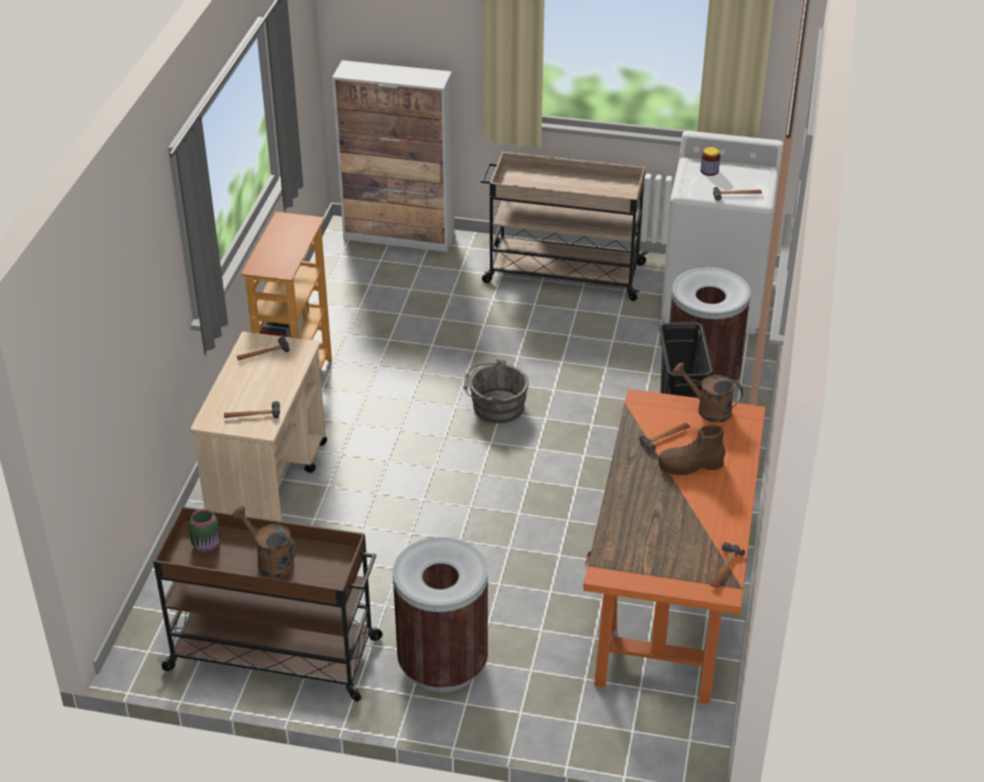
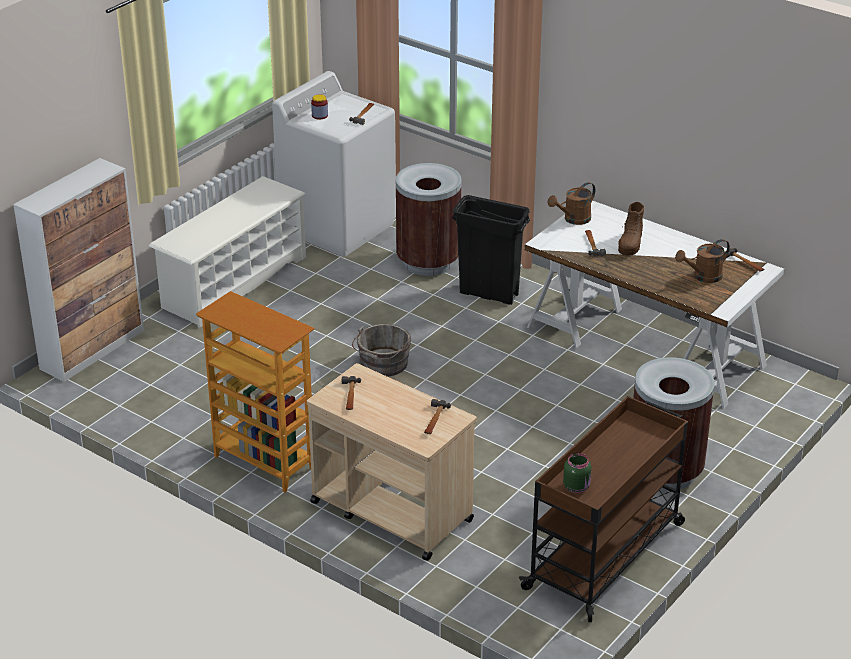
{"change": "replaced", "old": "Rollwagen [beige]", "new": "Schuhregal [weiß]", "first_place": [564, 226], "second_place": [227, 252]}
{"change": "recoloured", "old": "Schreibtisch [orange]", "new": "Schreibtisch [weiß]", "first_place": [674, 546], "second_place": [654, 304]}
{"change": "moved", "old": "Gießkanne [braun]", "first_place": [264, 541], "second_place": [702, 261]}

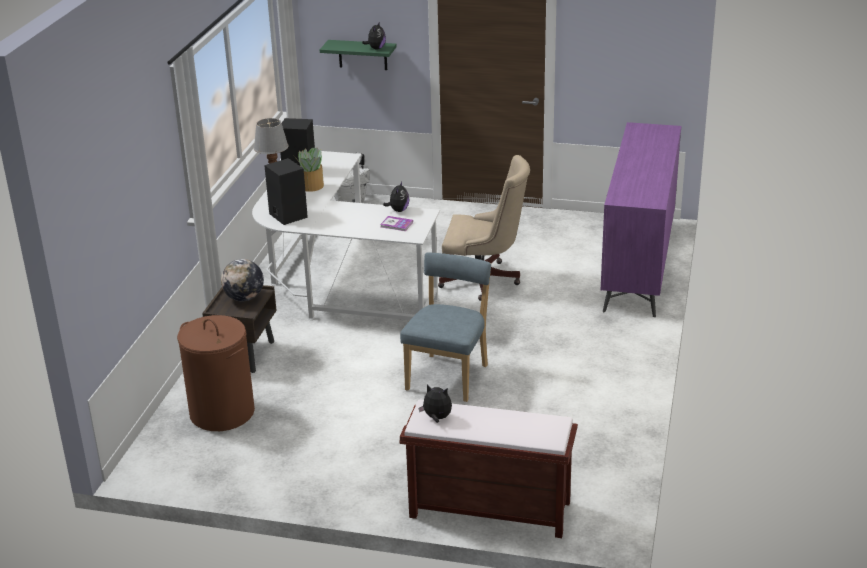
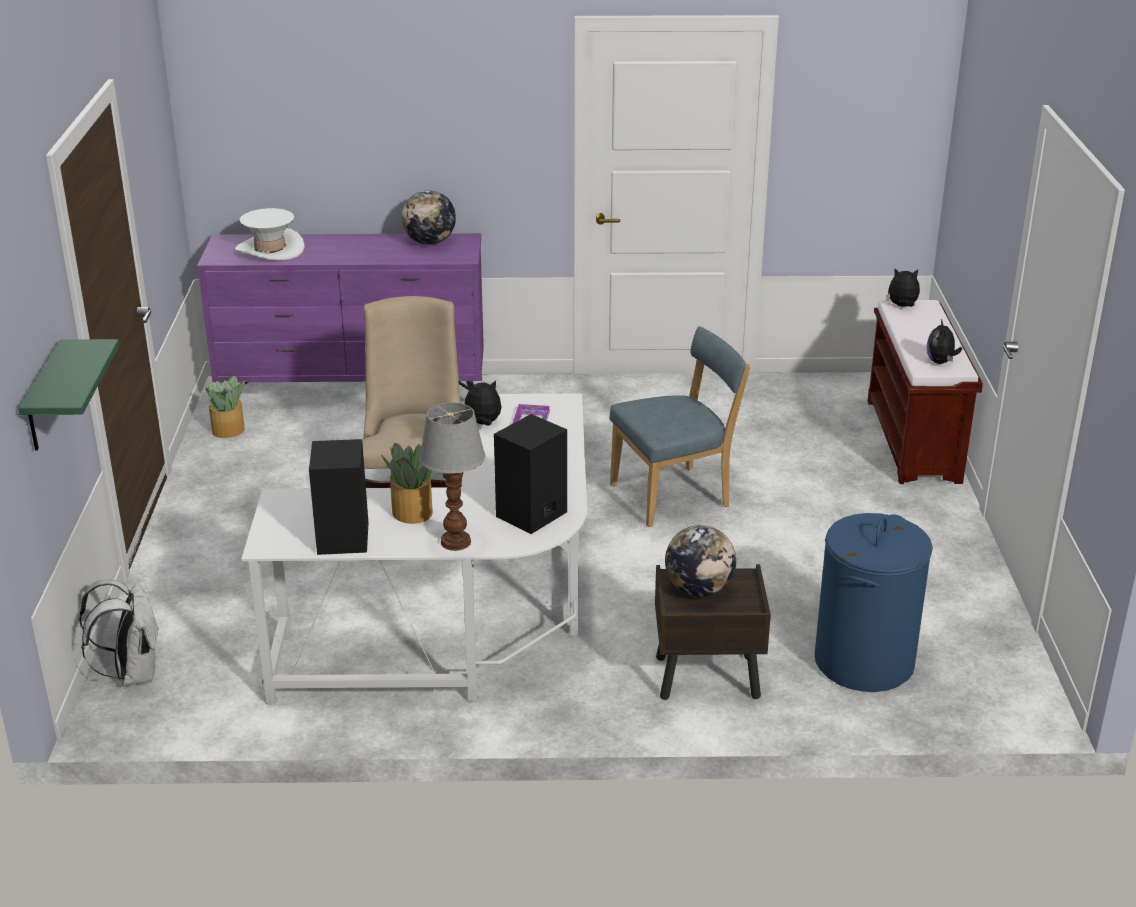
{"change": "moved", "old": "Plüschtier", "first_place": [374, 35], "second_place": [903, 288]}
{"change": "turned", "old": "Stuhl [blau]", "first_place": [445, 327], "second_place": [679, 426], "degrees": 150}
{"change": "recoloured", "old": "Wäschekorb [braun]", "new": "Wäschekorb [blau]", "first_place": [216, 373], "second_place": [874, 602]}
{"change": "added", "new": "Globus", "second_place": [429, 217]}
{"change": "added", "new": "Hut [weiß]", "second_place": [270, 234]}
{"change": "added", "new": "Topfpflanze", "second_place": [225, 407]}

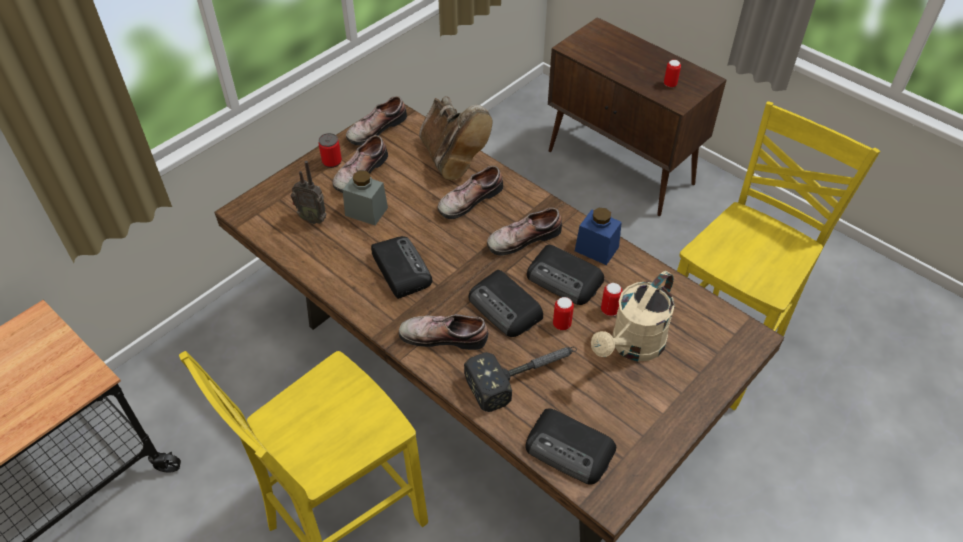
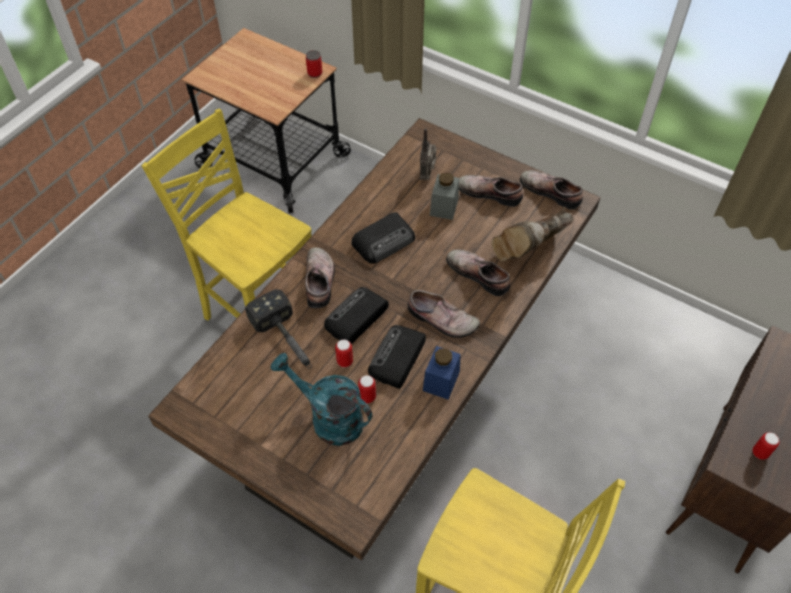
{"change": "moved", "old": "Dose", "first_place": [330, 150], "second_place": [314, 64]}
{"change": "turned", "old": "Schuh", "first_place": [524, 231], "second_place": [444, 314], "degrees": 150}
{"change": "recoloured", "old": "Gießkanne [beige]", "new": "Gießkanne [türkis]", "first_place": [633, 316], "second_place": [321, 399]}
{"change": "removed", "old": "Radio", "first_place": [571, 446]}

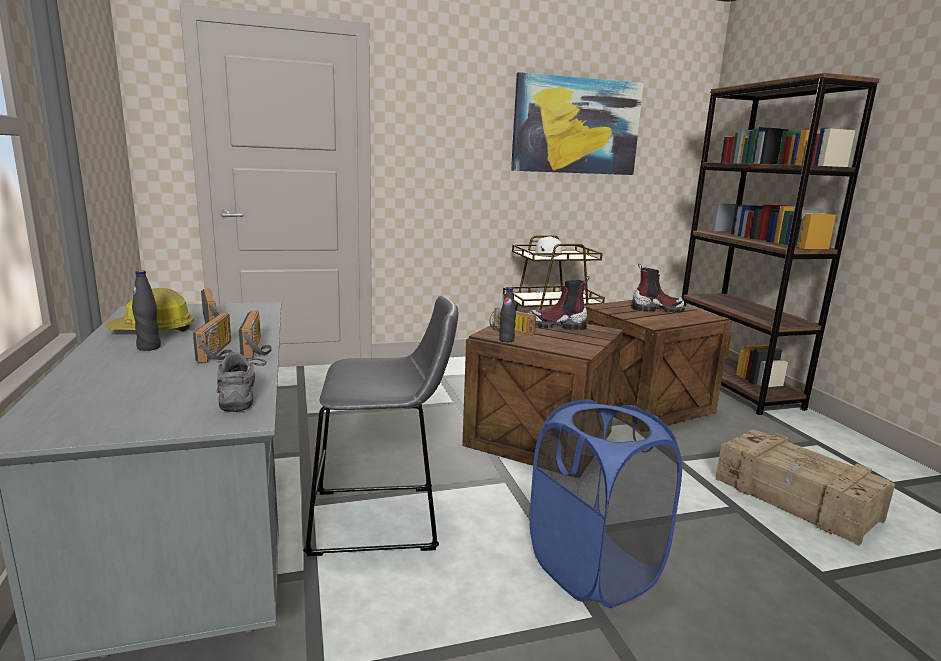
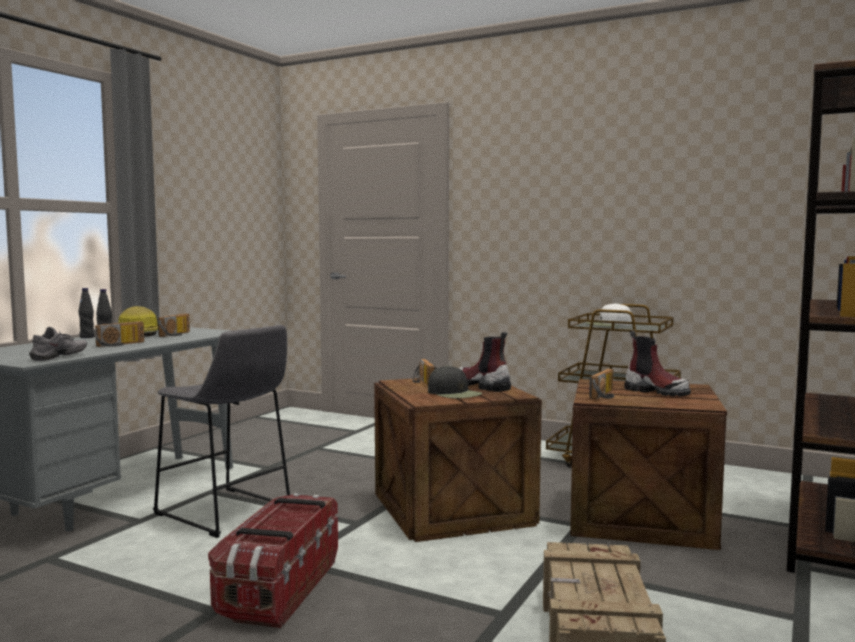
{"change": "removed", "old": "Bild", "first_place": [577, 123]}
{"change": "moved", "old": "Flasche [schwarz]", "first_place": [507, 315], "second_place": [86, 313]}
{"change": "moved", "old": "Radio", "first_place": [255, 335], "second_place": [601, 384]}
{"change": "replaced", "old": "Wäschekorb [blau]", "new": "Aufbewahrungsbox", "first_place": [605, 503], "second_place": [273, 560]}
{"change": "added", "new": "Kappe [schwarz]", "second_place": [455, 382]}

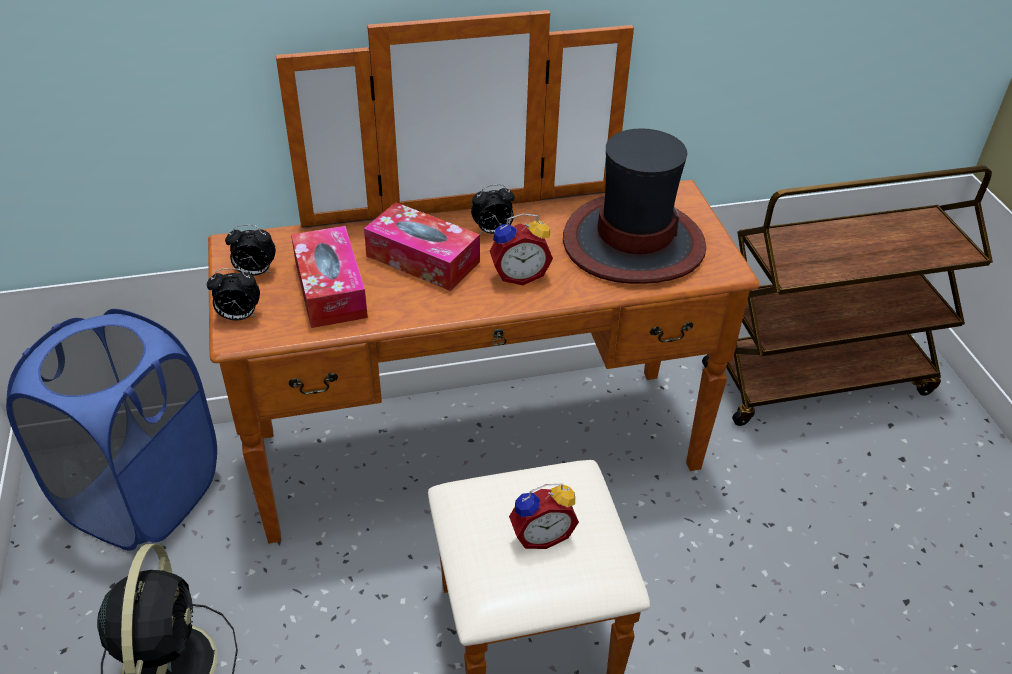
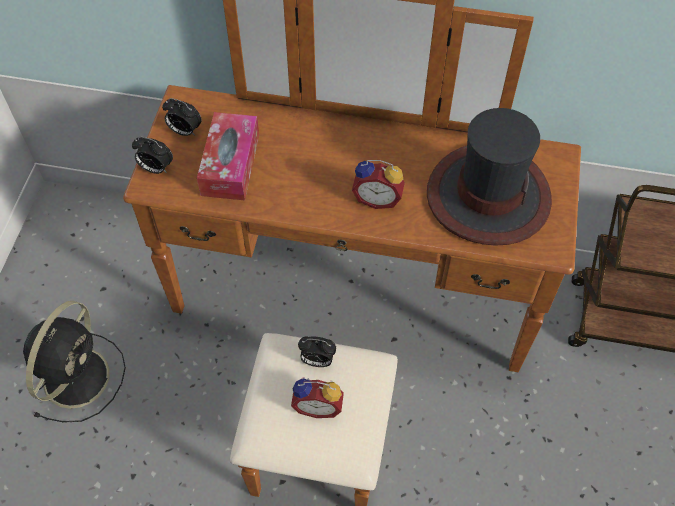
{"change": "moved", "old": "Wecker", "first_place": [493, 209], "second_place": [317, 351]}
{"change": "removed", "old": "Taschentuchbox", "first_place": [422, 246]}
{"change": "removed", "old": "Wäschekorb [blau]", "first_place": [111, 430]}

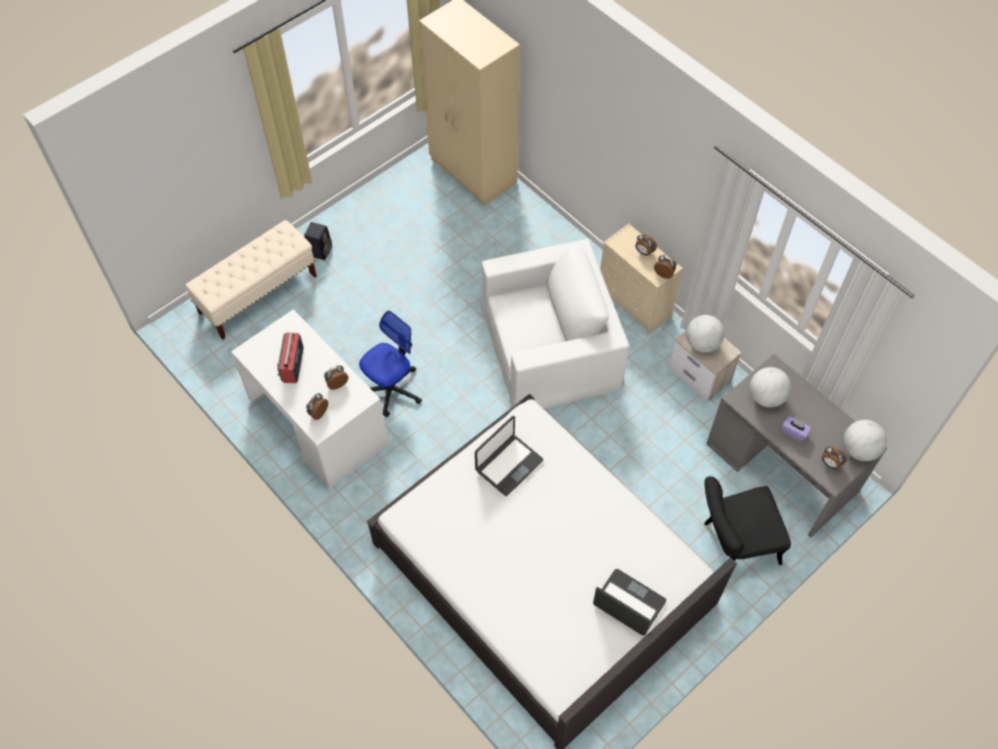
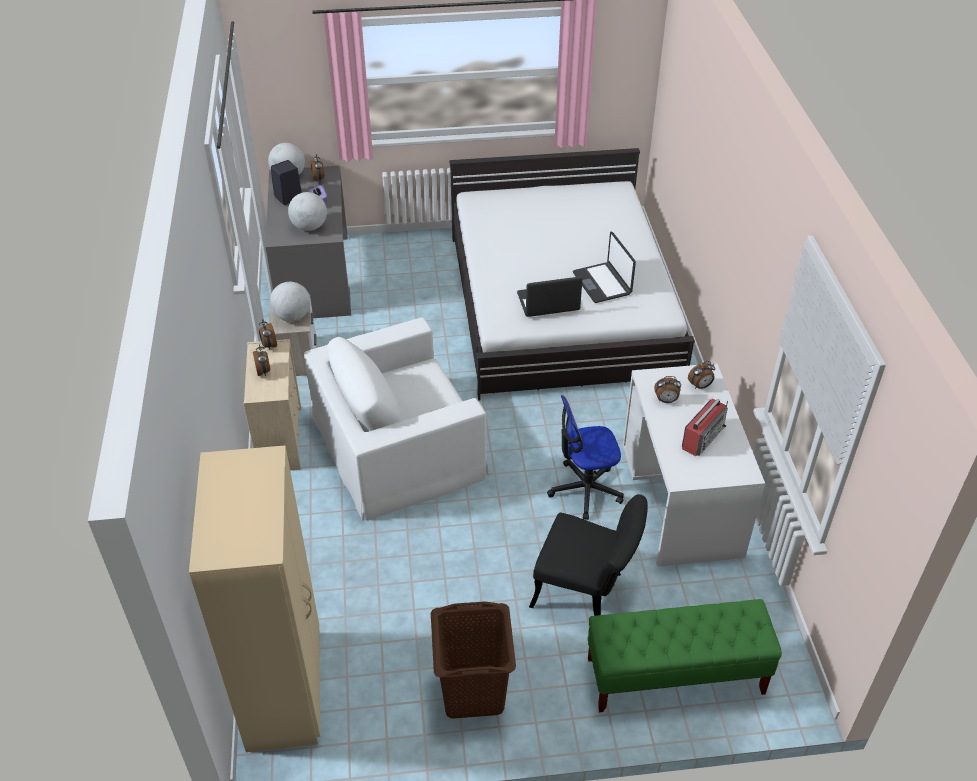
{"change": "recoloured", "old": "Bank [beige]", "new": "Bank [grün]", "first_place": [251, 280], "second_place": [684, 655]}
{"change": "moved", "old": "Lautsprecher [schwarz]", "first_place": [318, 241], "second_place": [286, 182]}
{"change": "turned", "old": "Sessel [weiß]", "first_place": [555, 323], "second_place": [396, 419], "degrees": -45}
{"change": "moved", "old": "Stuhl [schwarz]", "first_place": [747, 520], "second_place": [588, 555]}
{"change": "moved", "old": "Laptop", "first_place": [629, 602], "second_place": [604, 267]}
{"change": "added", "new": "Wäschekorb [braun]", "second_place": [473, 660]}

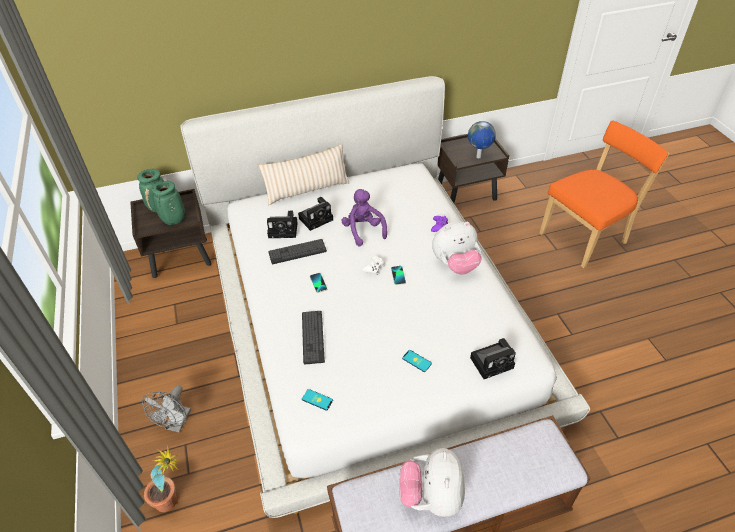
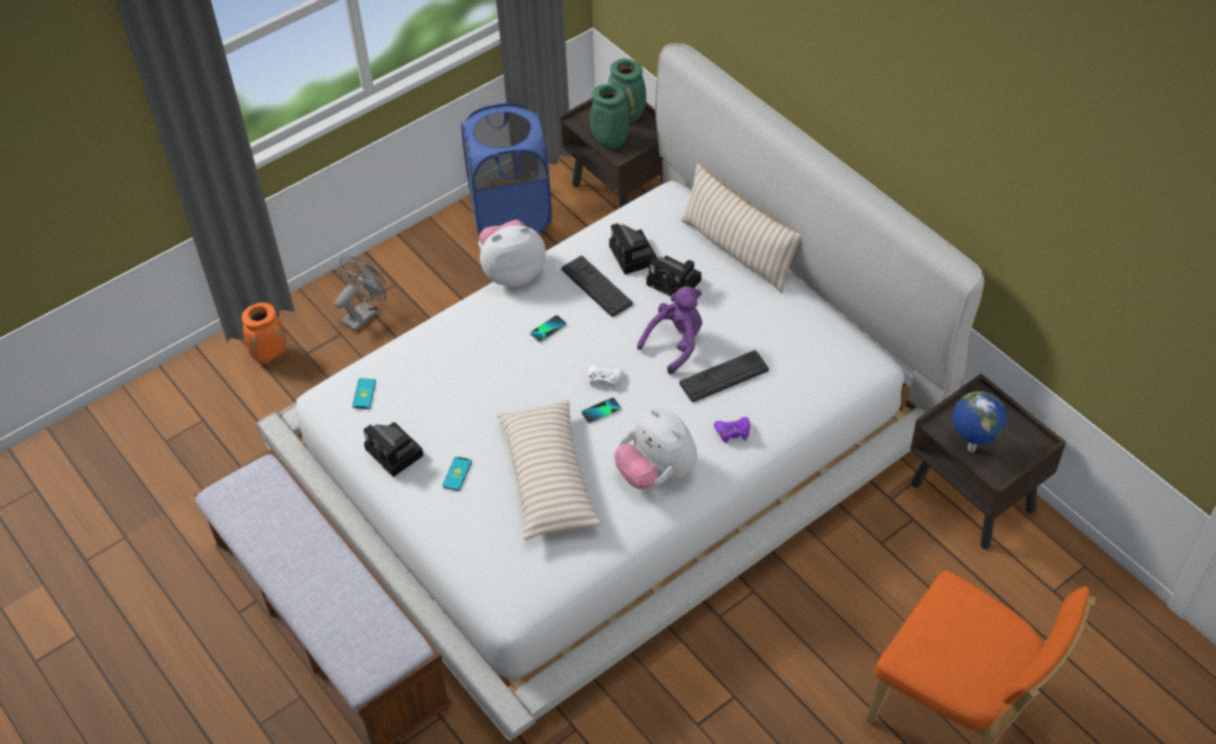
{"change": "moved", "old": "Tastatur", "first_place": [313, 338], "second_place": [724, 376]}
{"change": "moved", "old": "Kamera", "first_place": [493, 358], "second_place": [393, 449]}
{"change": "turned", "old": "Ventilator [grau]", "first_place": [166, 409], "second_place": [360, 294], "degrees": 135}
{"change": "replaced", "old": "Topfpflanze", "new": "Vase [orange]", "first_place": [161, 479], "second_place": [264, 333]}
{"change": "moved", "old": "Plüschtier", "first_place": [432, 482], "second_place": [512, 253]}
{"change": "added", "new": "Wäschekorb [blau]", "second_place": [506, 169]}
{"change": "added", "new": "Kissen [beige]", "second_place": [548, 470]}

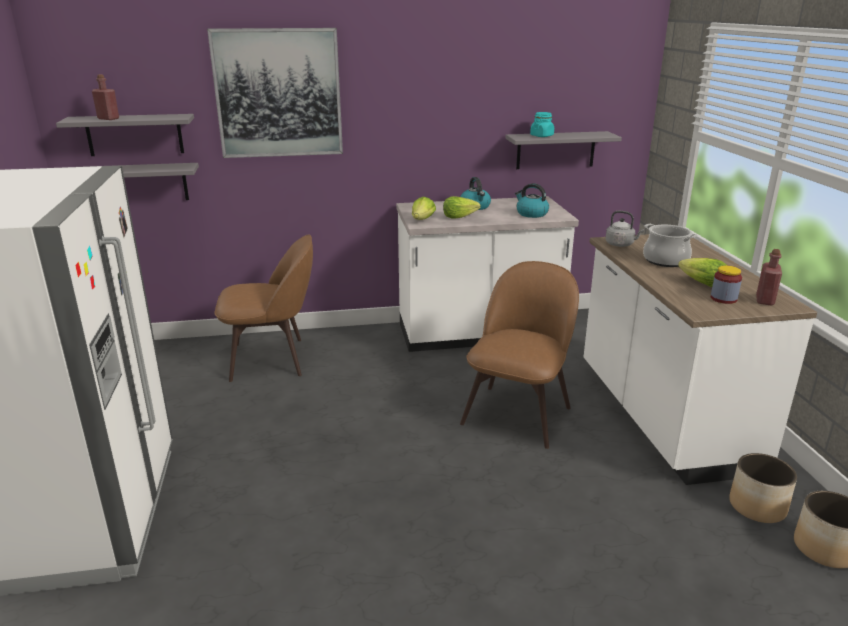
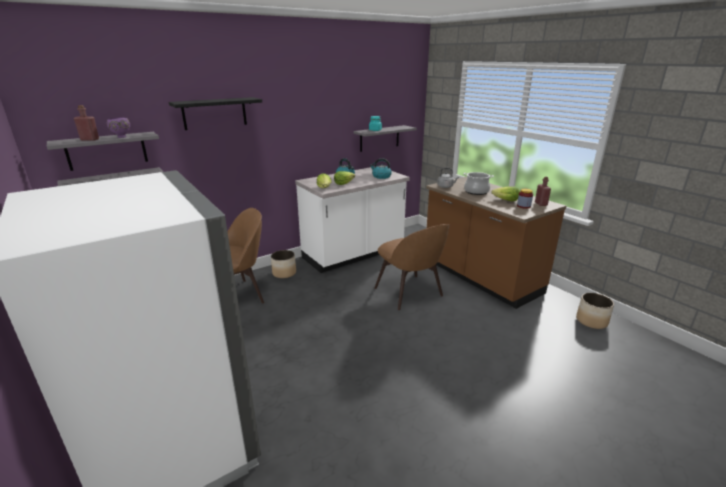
{"change": "replaced", "old": "Bild", "new": "Wandregal [schwarz]", "first_place": [275, 93], "second_place": [215, 113]}
{"change": "recoloured", "old": "Küchenzeile [weiß]", "new": "Küchenzeile [braun]", "first_place": [700, 359], "second_place": [496, 243]}
{"change": "turned", "old": "Stuhl [braun]", "first_place": [519, 355], "second_place": [412, 267], "degrees": 150}
{"change": "moved", "old": "Pflanzkübel", "first_place": [763, 488], "second_place": [283, 264]}
{"change": "added", "new": "Schüssel [lila]", "second_place": [118, 127]}

